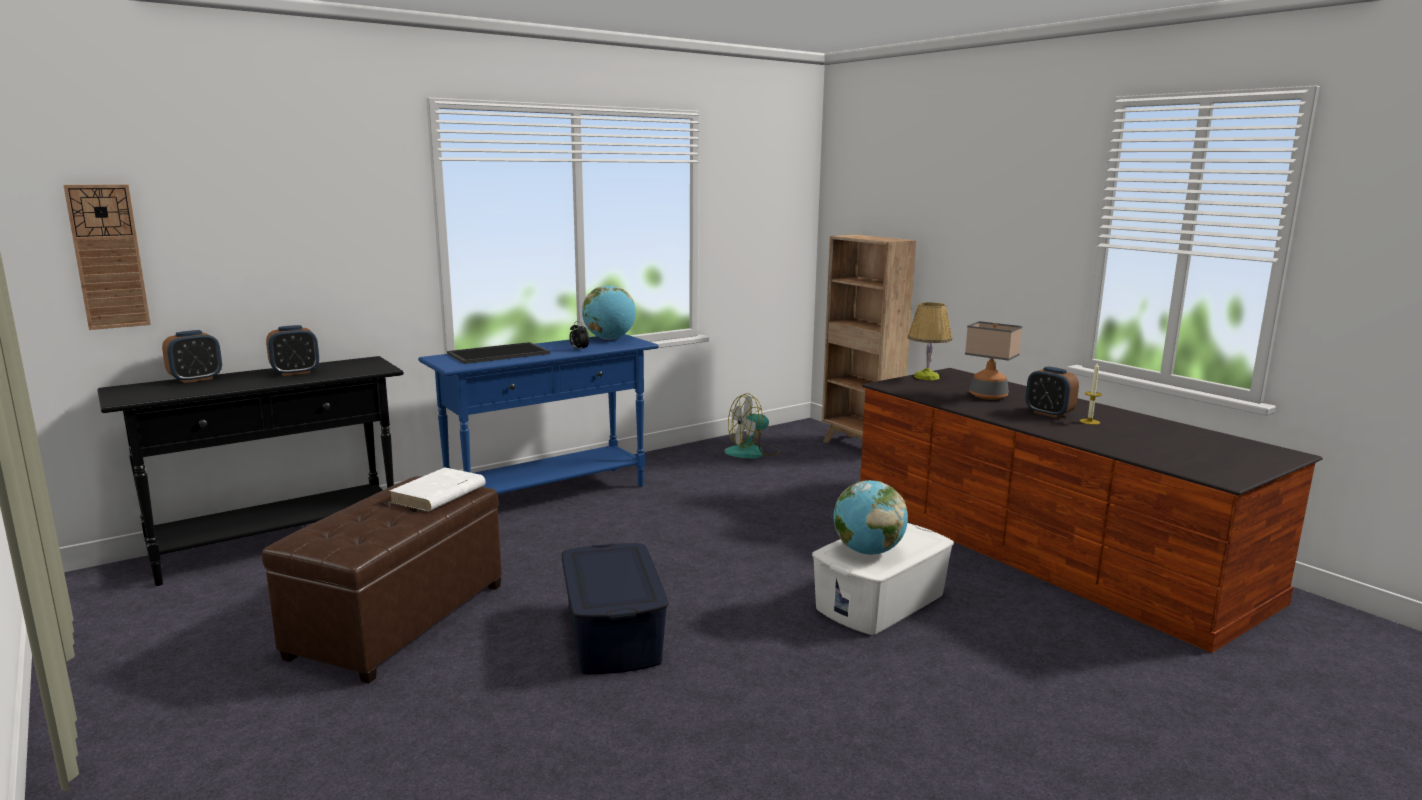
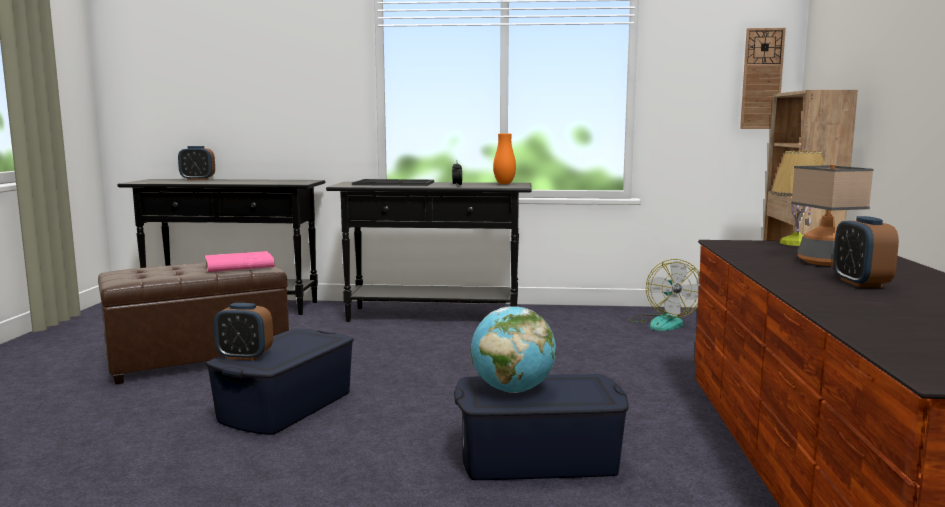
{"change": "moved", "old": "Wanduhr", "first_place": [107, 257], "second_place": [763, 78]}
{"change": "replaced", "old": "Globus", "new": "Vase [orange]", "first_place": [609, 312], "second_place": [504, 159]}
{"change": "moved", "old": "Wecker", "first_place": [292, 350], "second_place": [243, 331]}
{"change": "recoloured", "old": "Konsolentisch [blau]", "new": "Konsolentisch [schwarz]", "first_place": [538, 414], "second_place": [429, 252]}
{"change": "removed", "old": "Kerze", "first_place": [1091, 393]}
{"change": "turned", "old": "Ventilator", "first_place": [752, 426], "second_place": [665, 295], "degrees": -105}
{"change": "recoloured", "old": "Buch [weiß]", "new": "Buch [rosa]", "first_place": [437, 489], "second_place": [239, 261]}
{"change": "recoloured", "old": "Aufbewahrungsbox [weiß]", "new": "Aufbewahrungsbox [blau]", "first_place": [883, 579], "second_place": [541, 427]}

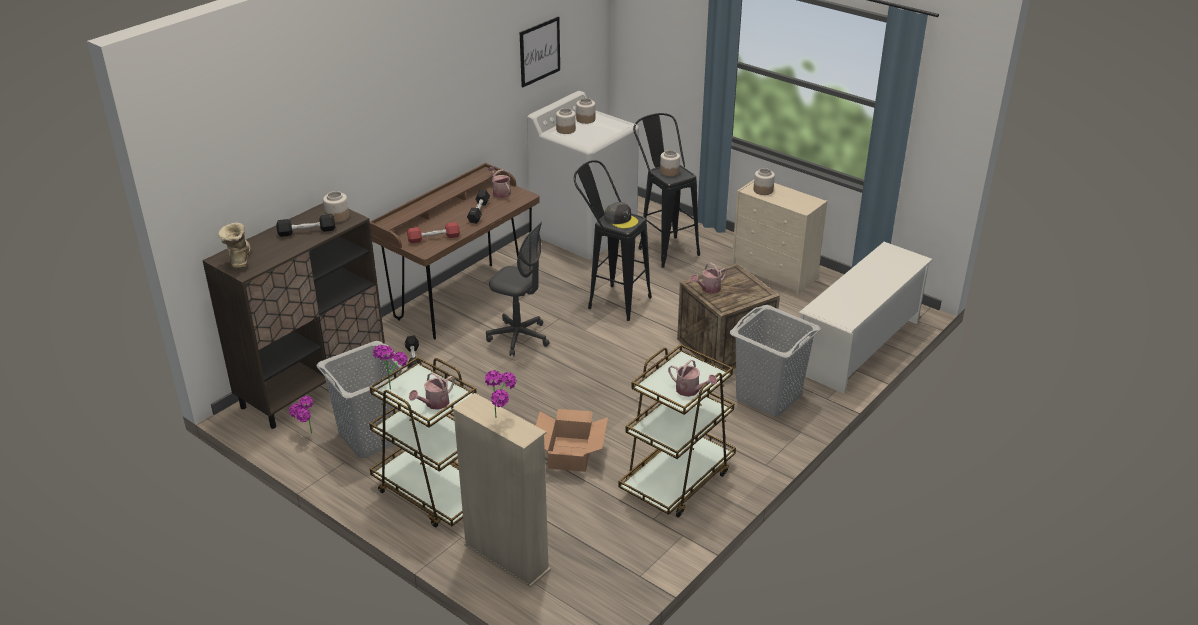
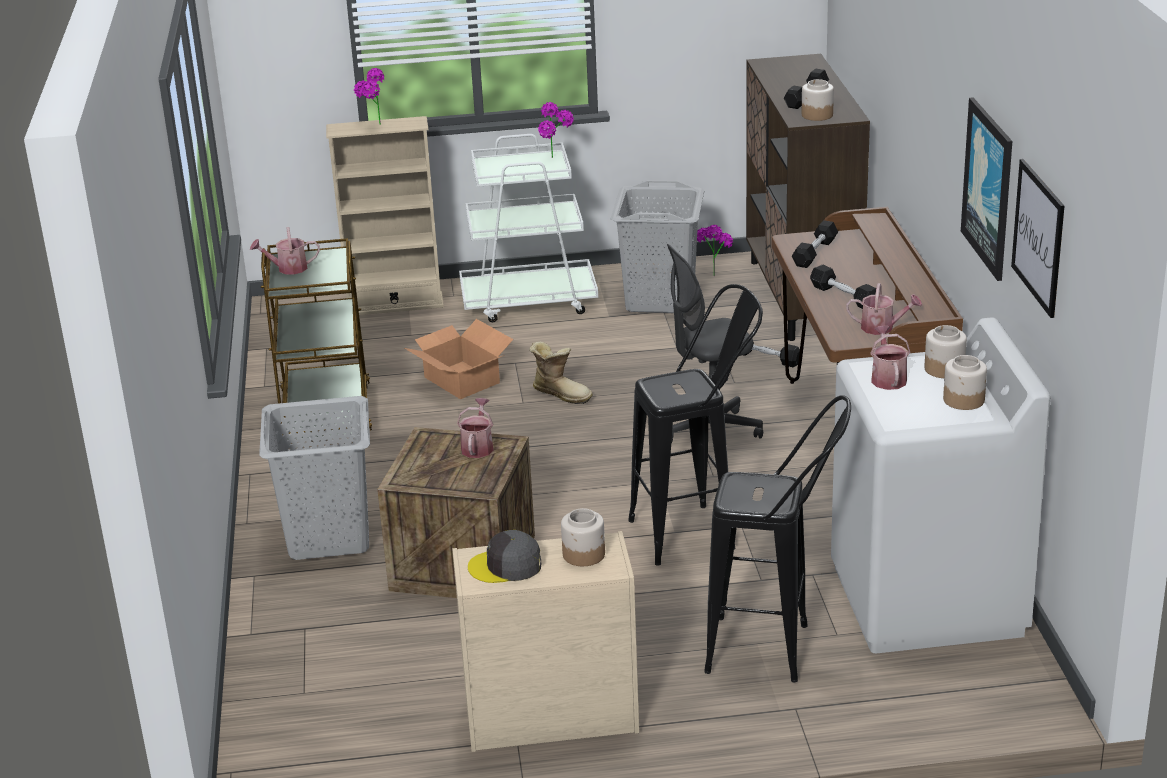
{"change": "removed", "old": "Vorratsglas", "first_place": [670, 163]}
{"change": "moved", "old": "Kappe [grau]", "first_place": [621, 215], "second_place": [504, 556]}
{"change": "moved", "old": "Stiefel", "first_place": [234, 245], "second_place": [561, 372]}
{"change": "recoloured", "old": "Hantel [rot]", "new": "Hantel [schwarz]", "first_place": [433, 232], "second_place": [815, 244]}
{"change": "removed", "old": "Schuhregal [weiß]", "first_place": [866, 318]}
{"change": "recoloured", "old": "Rollwagen [braun]", "new": "Rollwagen [weiß]", "first_place": [423, 442], "second_place": [528, 228]}
{"change": "moved", "old": "Gießkanne", "first_place": [432, 391], "second_place": [890, 358]}
{"change": "added", "new": "Bild", "second_place": [986, 189]}

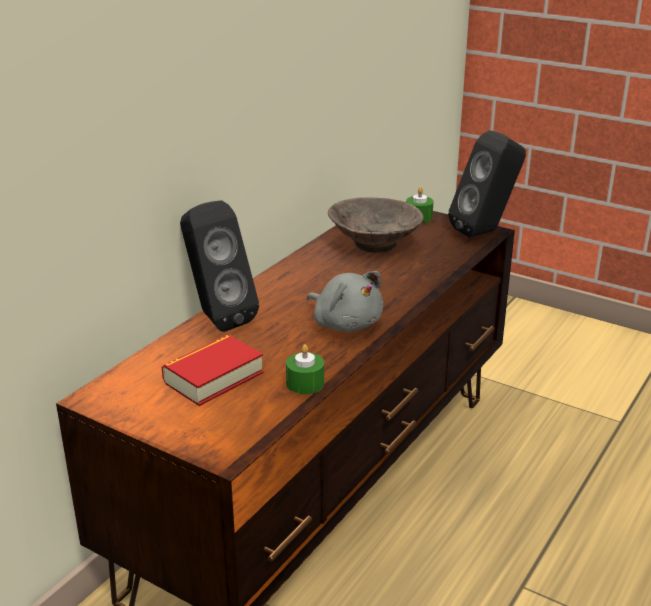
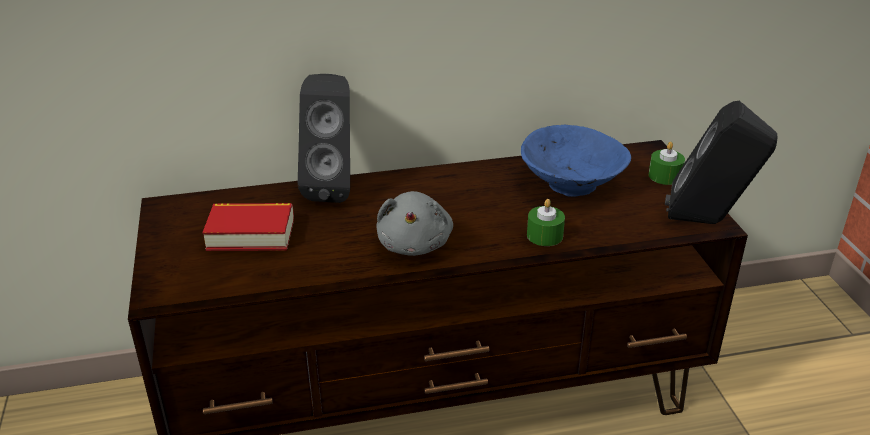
{"change": "recoloured", "old": "Schüssel [braun]", "new": "Schüssel [blau]", "first_place": [376, 225], "second_place": [576, 161]}
{"change": "moved", "old": "Kerze [grün]", "first_place": [305, 369], "second_place": [546, 222]}

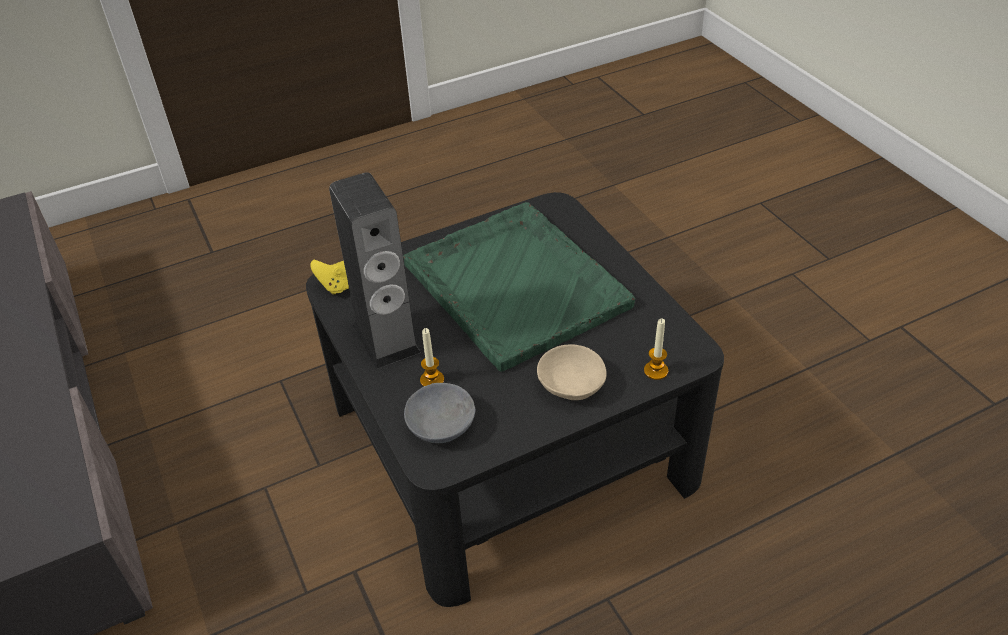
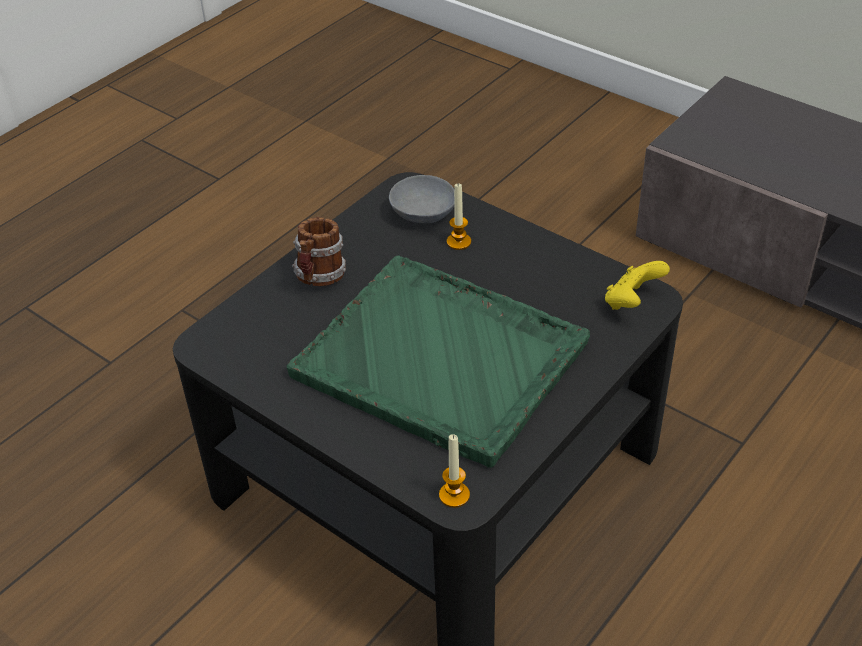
{"change": "removed", "old": "Lautsprecher", "first_place": [375, 270]}
{"change": "moved", "old": "Kerze", "first_place": [656, 349], "second_place": [454, 471]}
{"change": "replaced", "old": "Schüssel [beige]", "new": "Henkelbecher", "first_place": [572, 372], "second_place": [319, 251]}

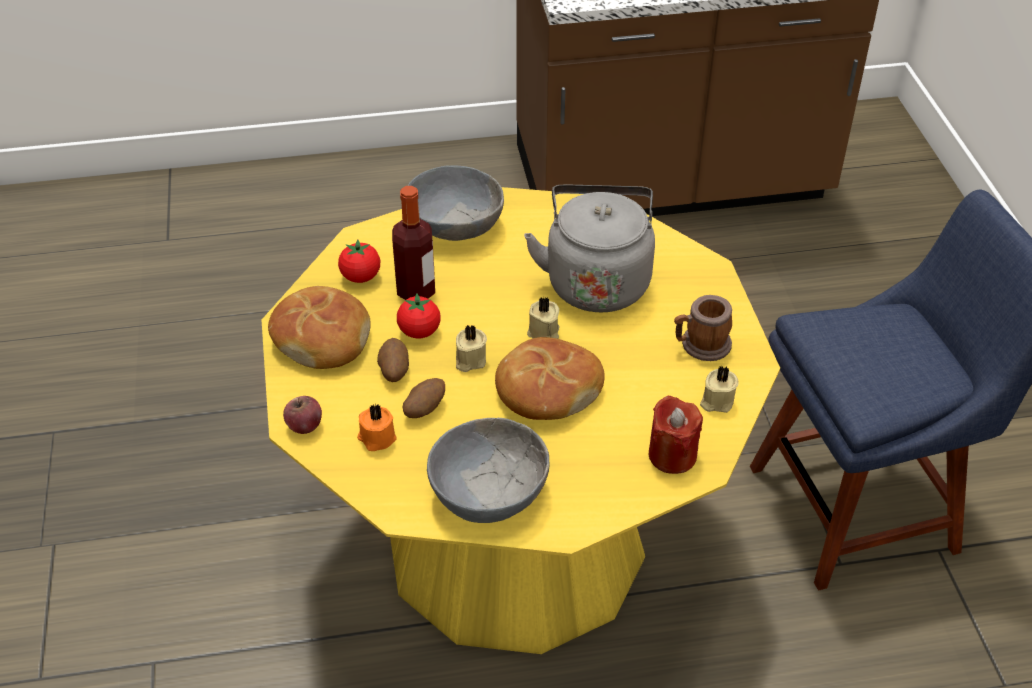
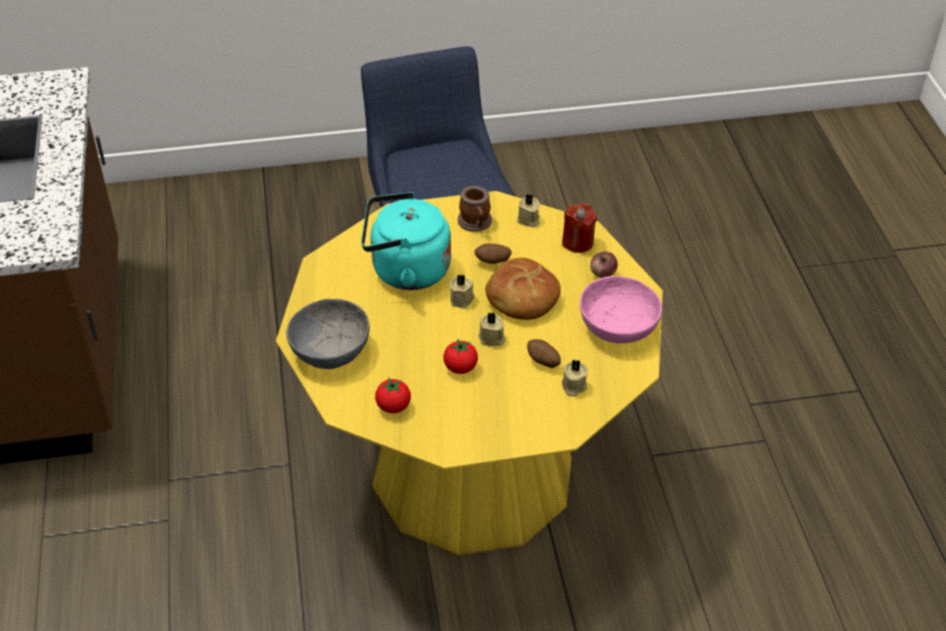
{"change": "recoloured", "old": "Wasserkessel [grau]", "new": "Wasserkessel [türkis]", "first_place": [589, 248], "second_place": [406, 241]}
{"change": "removed", "old": "Flasche", "first_place": [413, 243]}
{"change": "removed", "old": "Brot", "first_place": [319, 327]}
{"change": "moved", "old": "Kartoffel", "first_place": [393, 360], "second_place": [493, 253]}
{"change": "moved", "old": "Apfel", "first_place": [302, 415], "second_place": [604, 265]}
{"change": "recoloured", "old": "Kerze [orange]", "new": "Kerze [beige]", "first_place": [377, 427], "second_place": [574, 378]}
{"change": "recoloured", "old": "Schüssel [grau]", "new": "Schüssel [rosa]", "first_place": [488, 470], "second_place": [621, 310]}

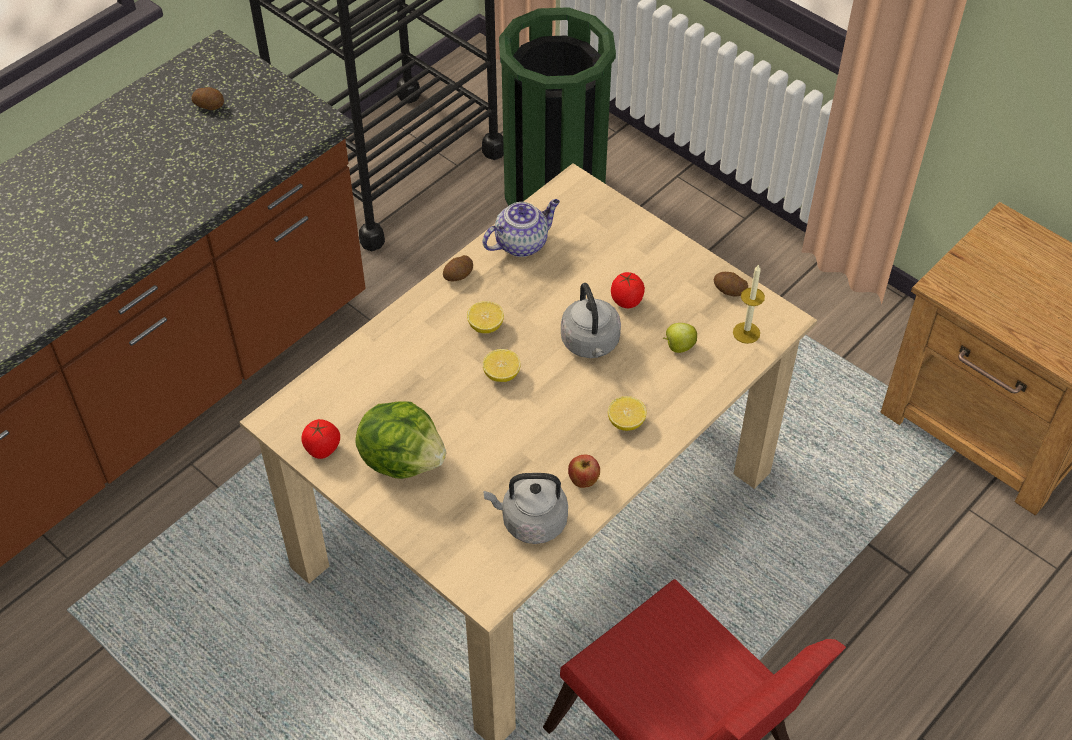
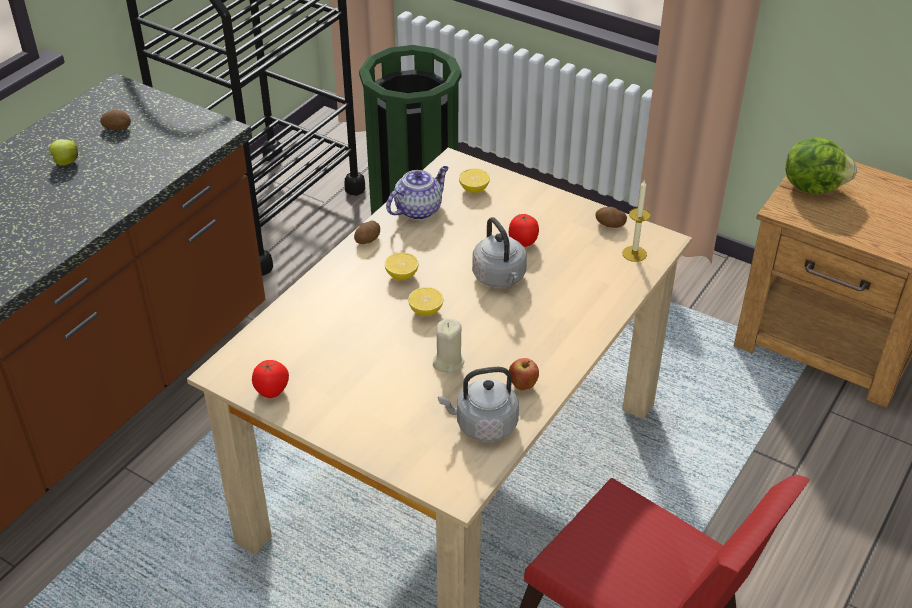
{"change": "moved", "old": "Apfel", "first_place": [680, 338], "second_place": [63, 152]}
{"change": "moved", "old": "Zitrone", "first_place": [627, 413], "second_place": [474, 180]}
{"change": "moved", "old": "Salatkopf", "first_place": [401, 440], "second_place": [821, 165]}
{"change": "added", "new": "Kerze [beige]", "second_place": [448, 345]}

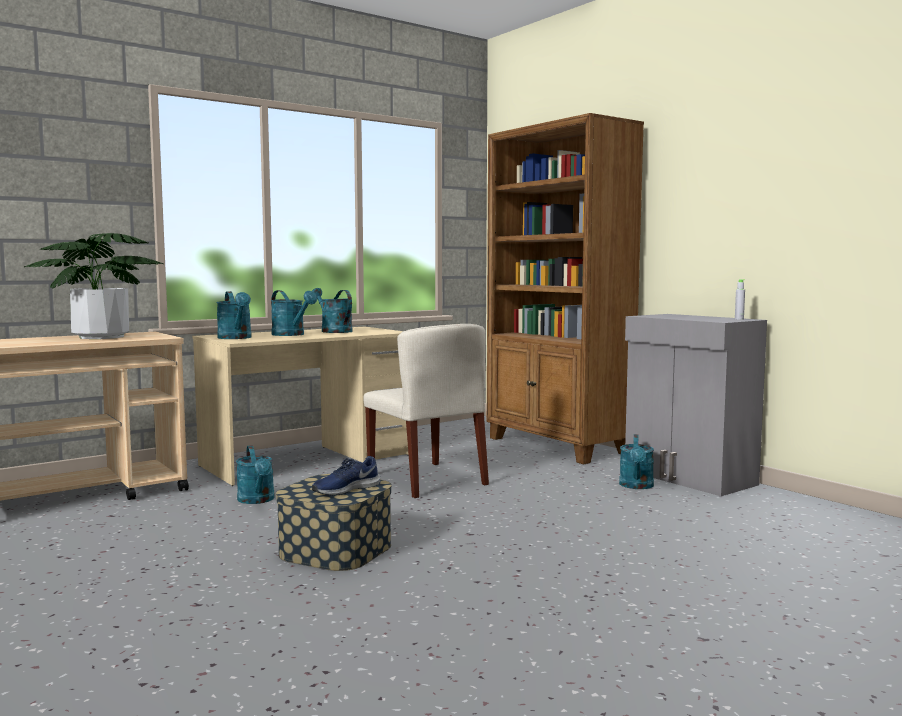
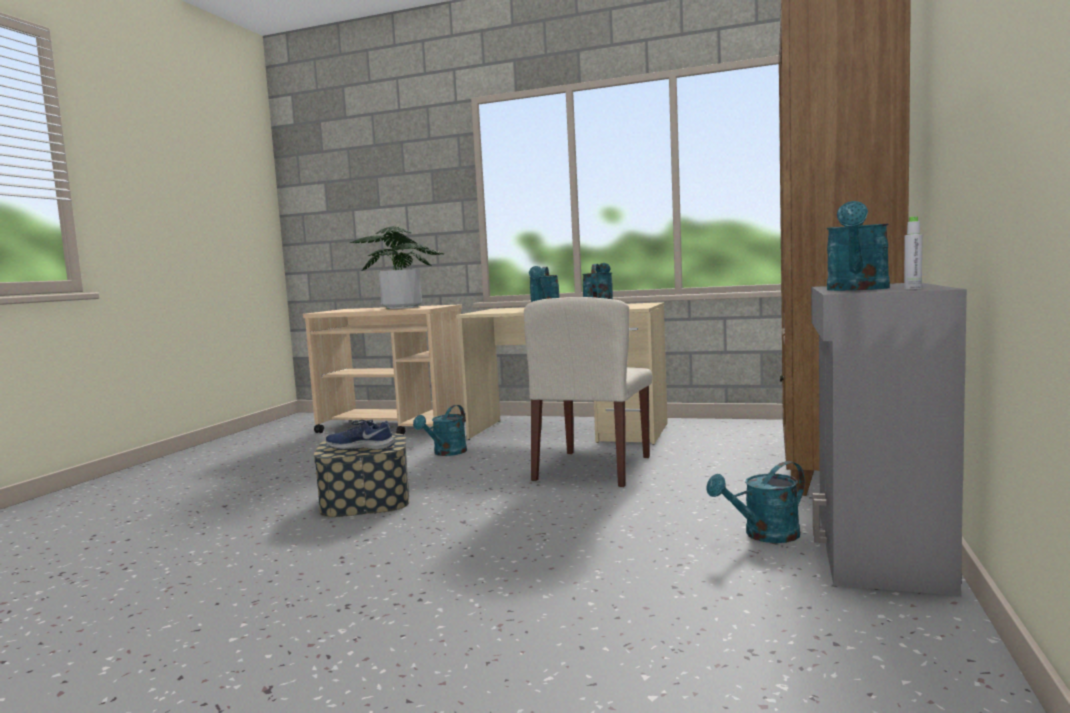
{"change": "moved", "old": "Gießkanne [türkis]", "first_place": [234, 315], "second_place": [858, 246]}

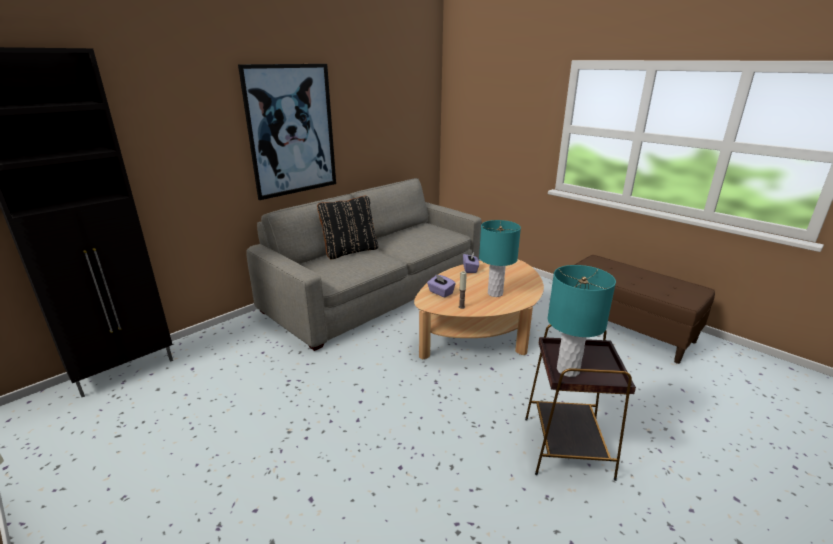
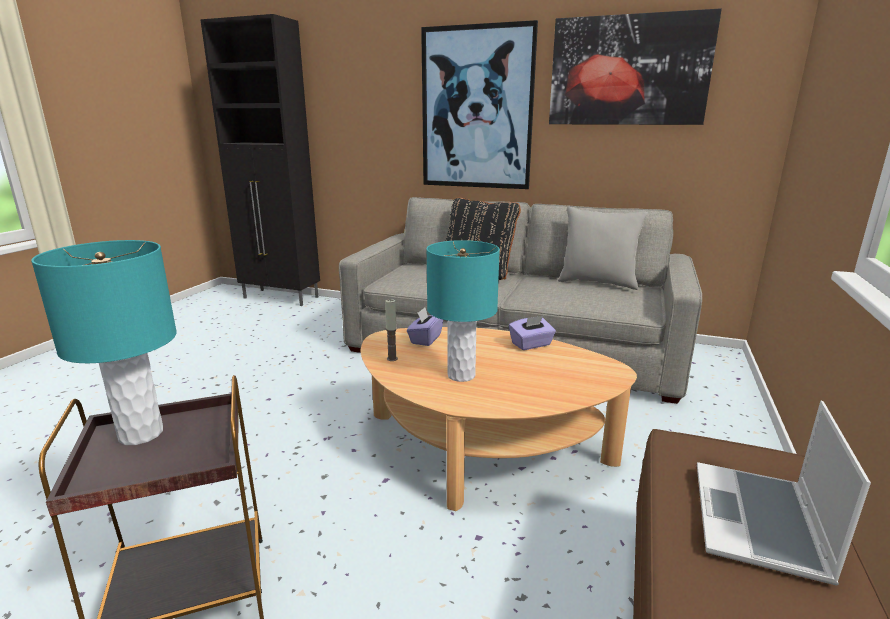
{"change": "added", "new": "Bild", "second_place": [635, 66]}
{"change": "added", "new": "Kissen [grau]", "second_place": [603, 248]}
{"change": "added", "new": "Laptop", "second_place": [784, 493]}

